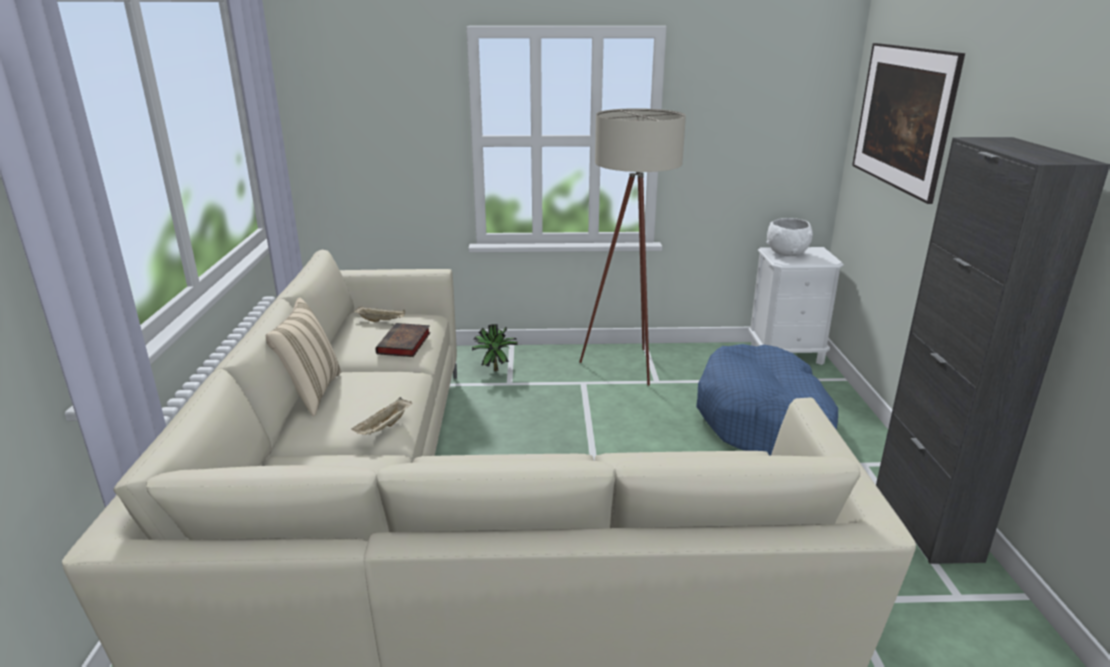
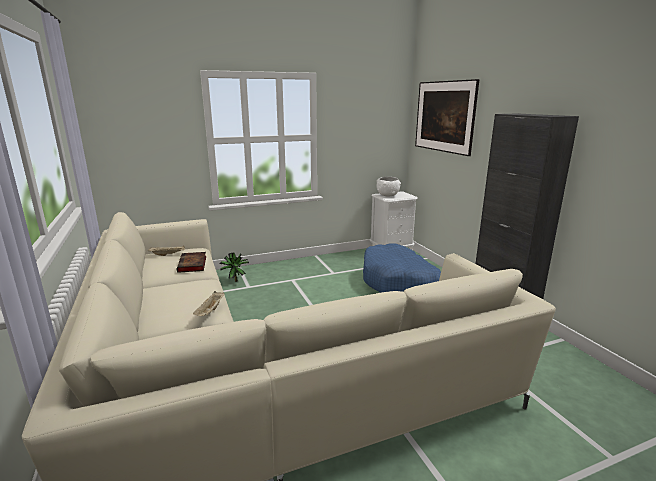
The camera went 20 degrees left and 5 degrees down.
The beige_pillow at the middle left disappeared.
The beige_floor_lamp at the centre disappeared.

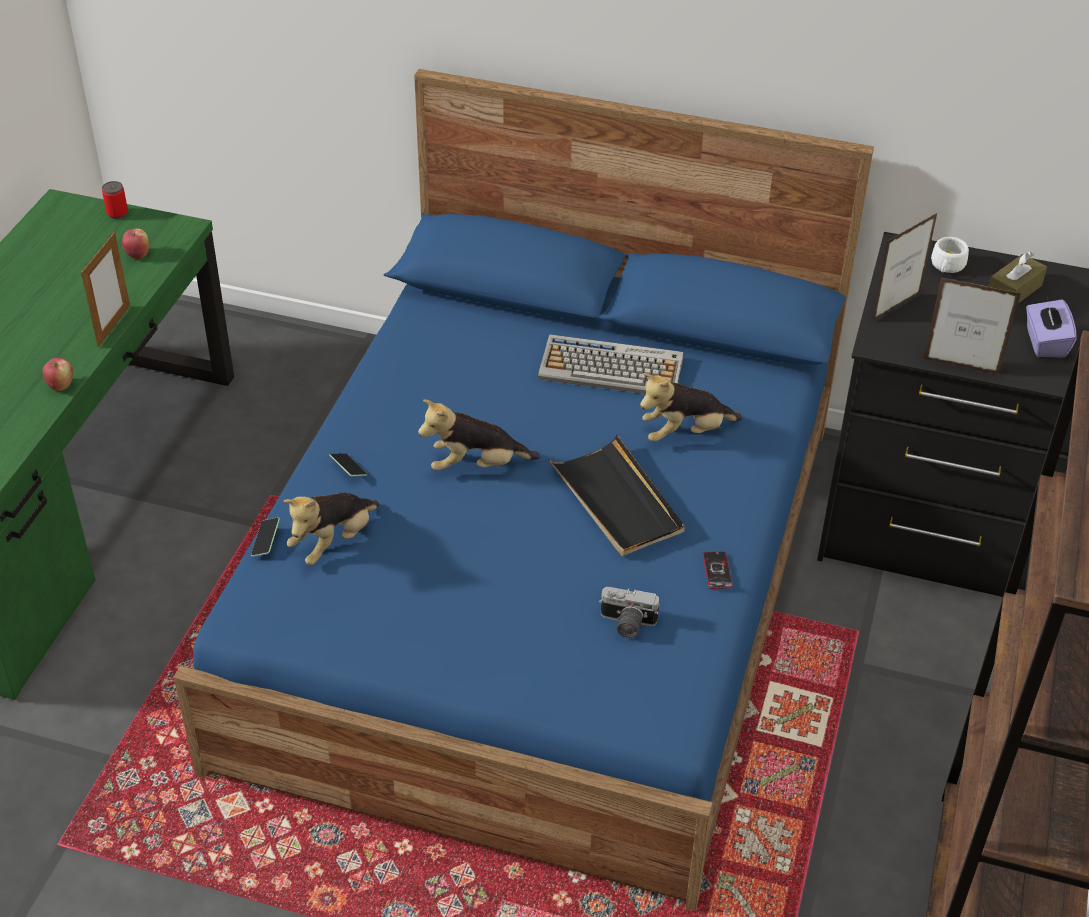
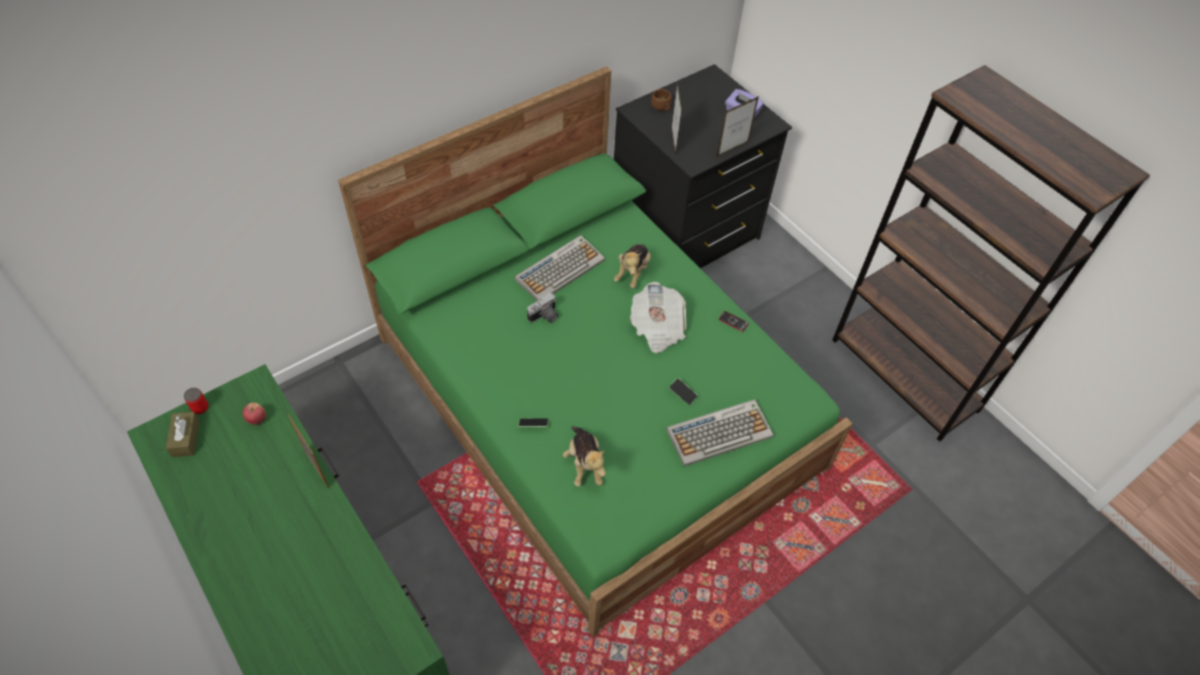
The camera went 55 degrees left and 10 degrees up.
The apple (1st from left) at the middle left disappeared.
The plush_toy (2nd from left) at the centre disappeared.
The keyboard (2nd from left) at the centre appeared.
The phone (1st from left in the first image) moved from the middle left to the centre.
The photo_camera moved from the bottom centre to the centre.
The brown_tissue_box moved from the top right to the middle left.
The black_tray at the centre was replaced by the newspaper at the centre.
The blue_bed at the centre became the green_bed at the centre.
The white_cup at the top right became the brown_cup at the top centre.

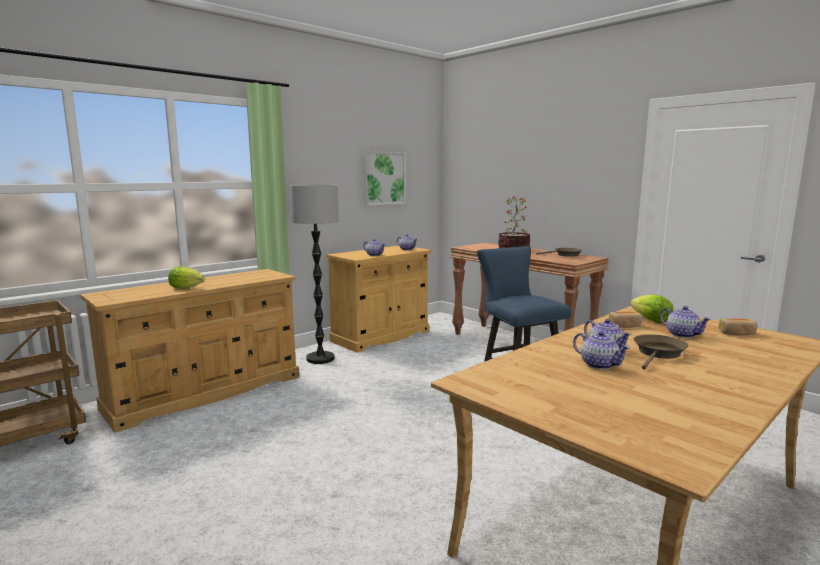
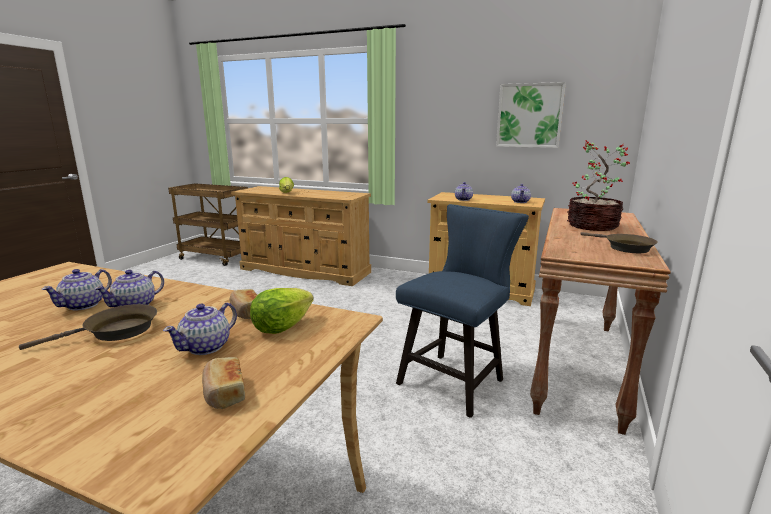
The camera went 65 degrees right and 5 degrees up.
The floor_lamp at the centre disappeared.
The brown_frying_pan (2nd from left in the first image) at the middle right turned 45 degrees counterclockwise.

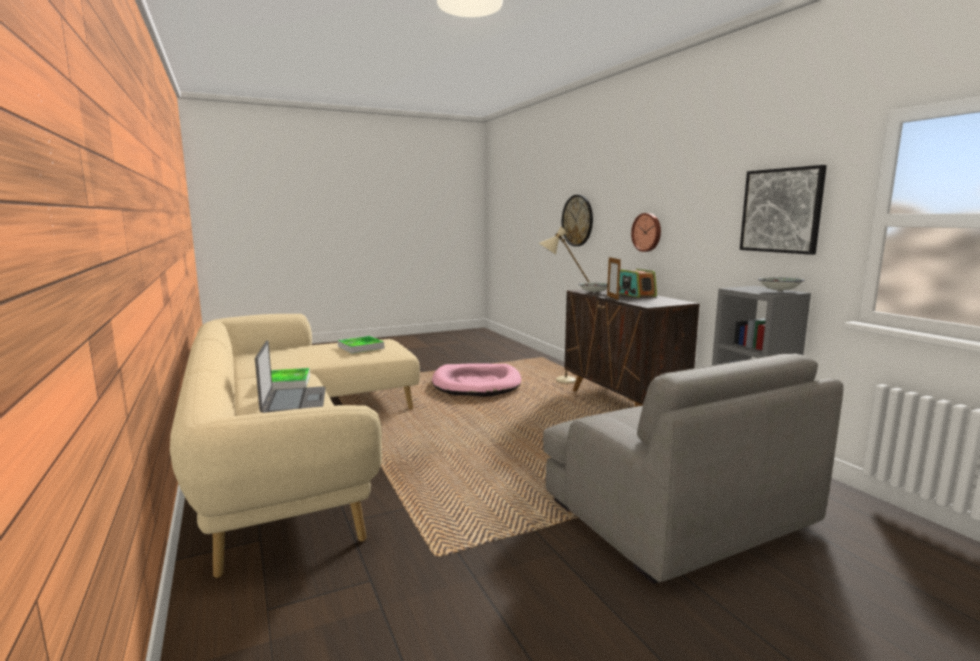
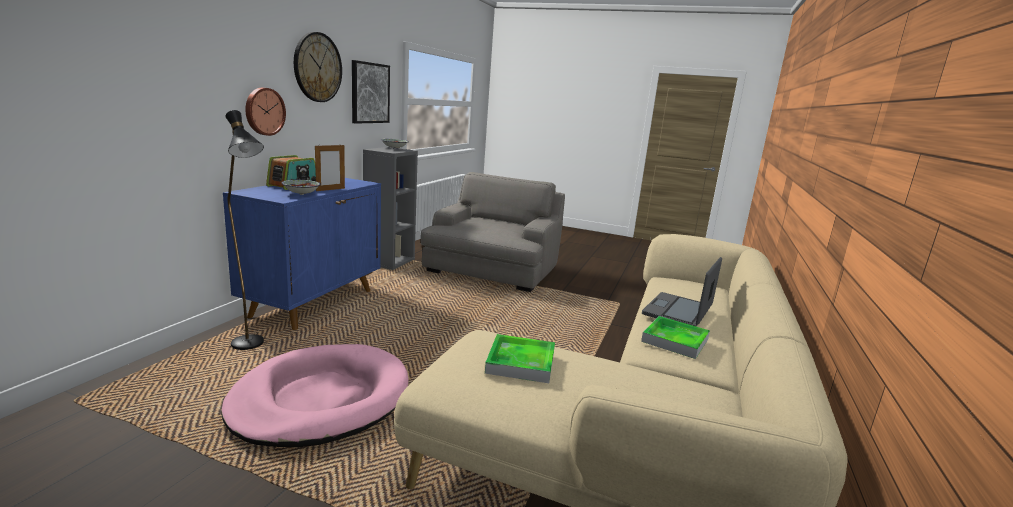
The camera went 135 degrees left and 5 degrees up.
The wall_clock (1st from left in the first image) moved from the top centre to the top left.
The beige_floor_lamp at the centre became the black_floor_lamp at the middle left.
The brown_cabinet at the centre became the blue_cabinet at the middle left.

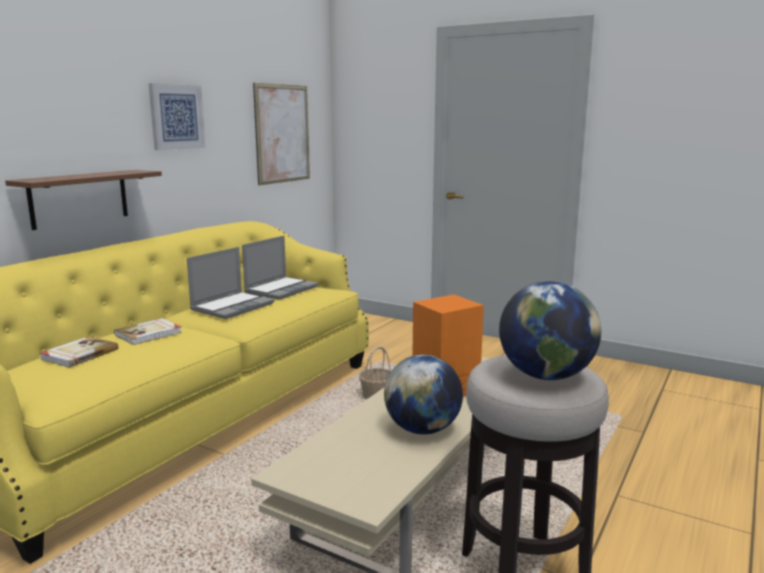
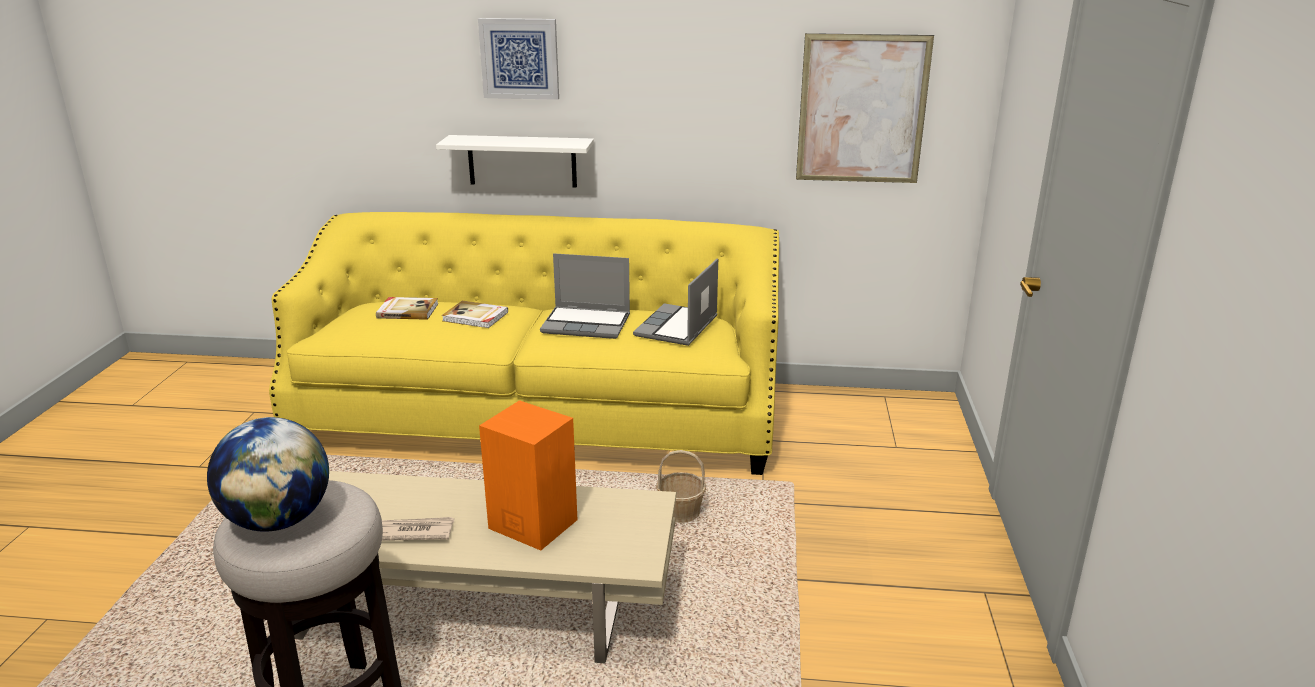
The camera went 65 degrees right and 10 degrees up.
The picture (1st from left) moved from the top left to the top centre.
The globe (1st from left) at the bottom centre was replaced by the newspaper at the bottom left.
The brown_shelf at the middle left became the white_shelf at the top centre.
The laptop (2nd from left) at the centre turned 105 degrees clockwise.

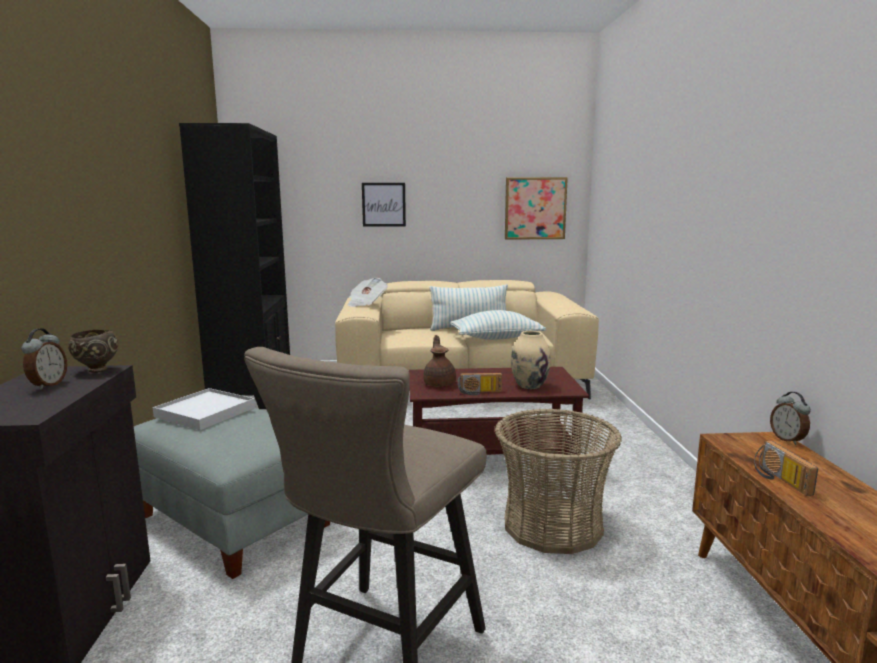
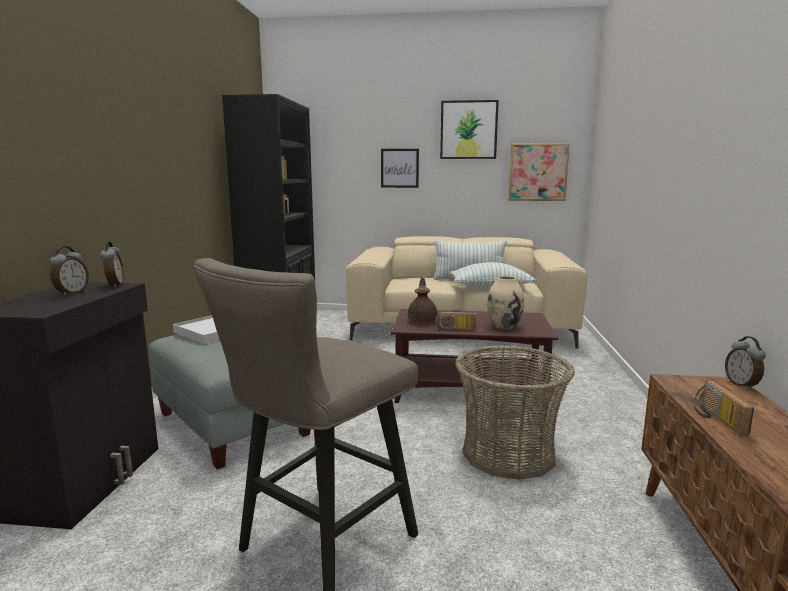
The camera went 10 degrees right and 0 degrees up.
The newspaper at the centre disappeared.
The picture (2nd from left) at the top centre appeared.
The brown_bowl at the middle left was replaced by the alarm_clock (2nd from left) at the middle left.

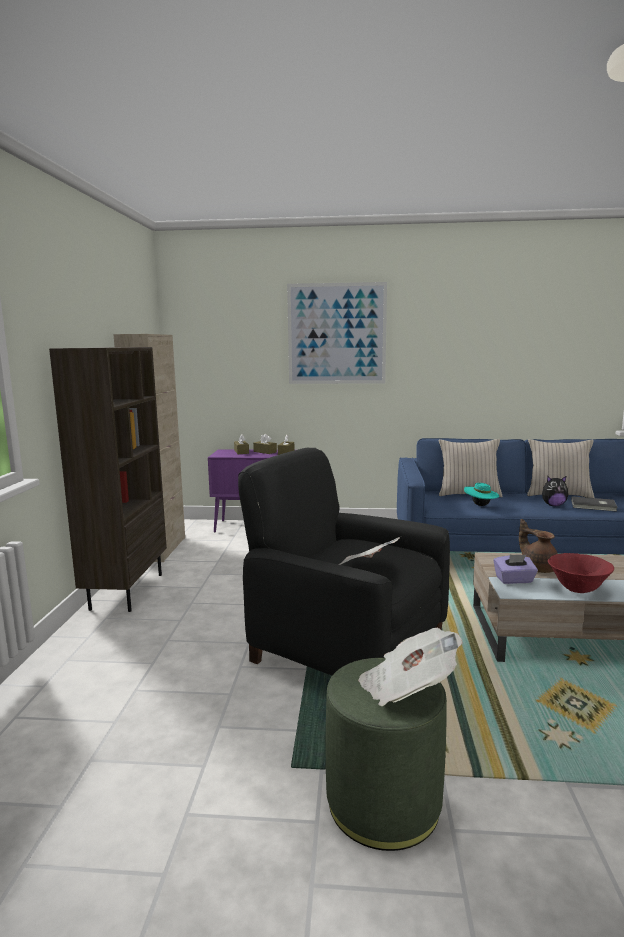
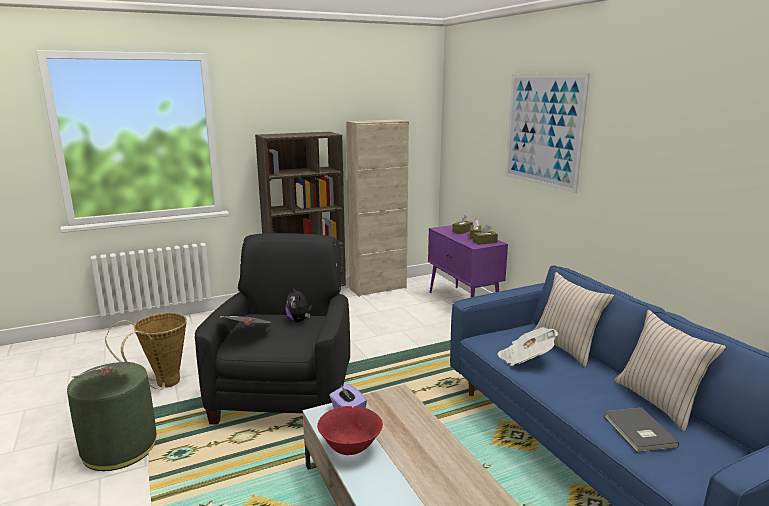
The camera went 60 degrees right and 5 degrees up.
The brown_teapot at the middle right disappeared.
The basket at the bottom left appeared.
The plush_toy moved from the middle right to the centre.
The turquoise_hat at the middle right was replaced by the newspaper (3rd from left) at the bottom right.

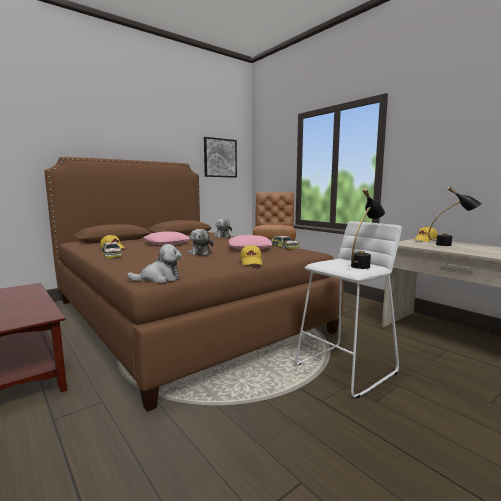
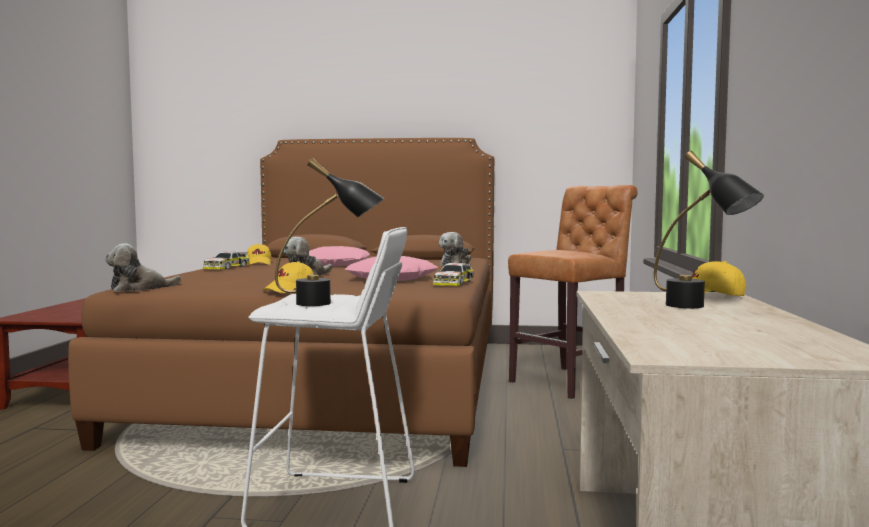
The camera went 45 degrees right and 5 degrees down.
The picture at the top centre disappeared.
The plush_toy (1st from left) at the middle left turned 120 degrees clockwise.

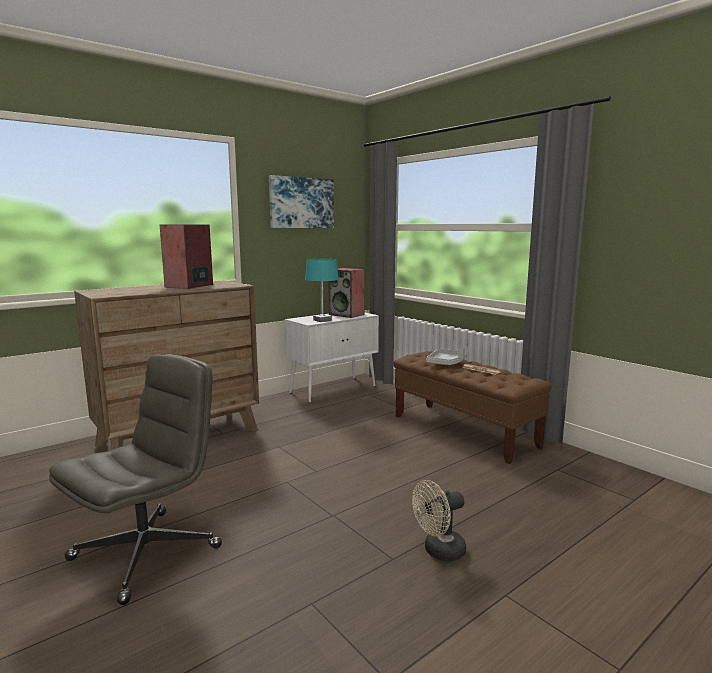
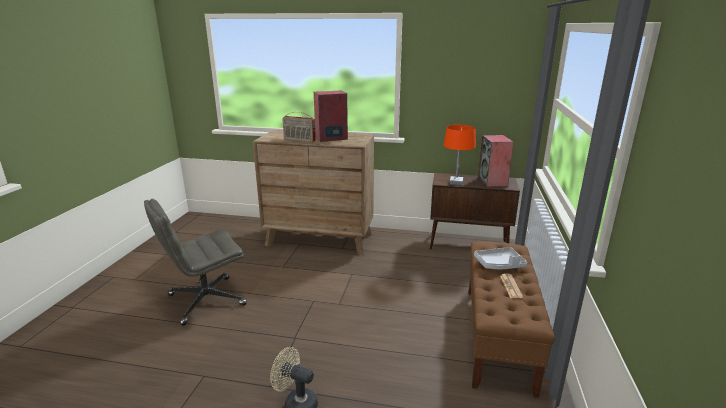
The camera went 50 degrees right and 10 degrees up.
The picture at the top centre disappeared.
The radio at the top centre appeared.
The white_cabinet at the centre became the brown_cabinet at the centre.
The turquoise_table_lamp at the centre became the orange_table_lamp at the centre.
The grey_office_chair at the bottom left turned 150 degrees clockwise.

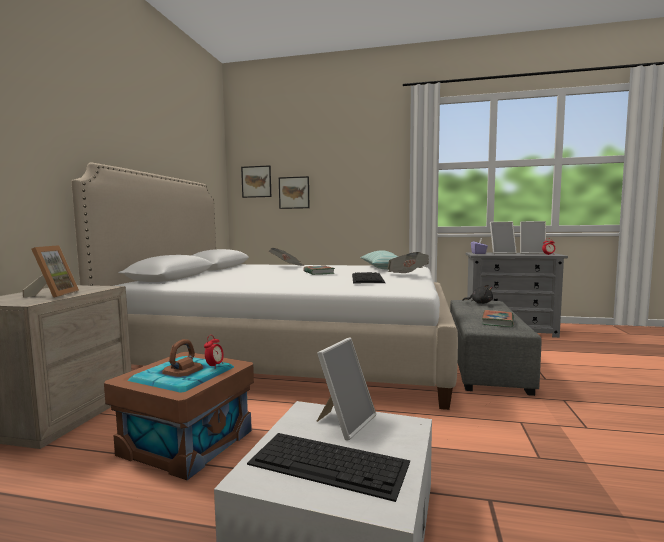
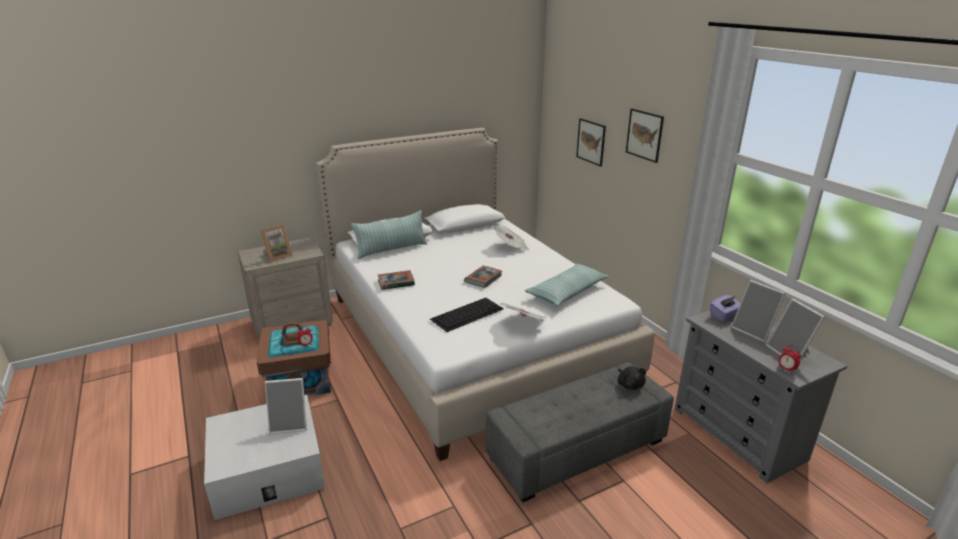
The camera went 50 degrees right and 20 degrees up.
The keyboard (1st from left) at the bottom centre disappeared.
The pillow (1st from left) at the centre appeared.
The picture (1st from left in the first image) moved from the centre to the top right.
The book (2nd from left in the first image) moved from the middle right to the centre.

